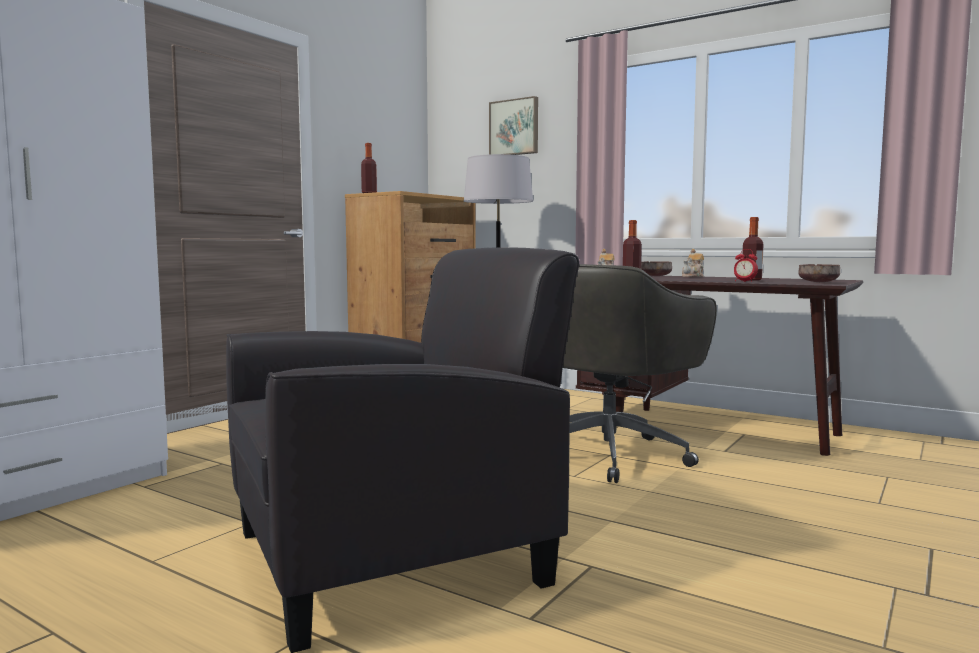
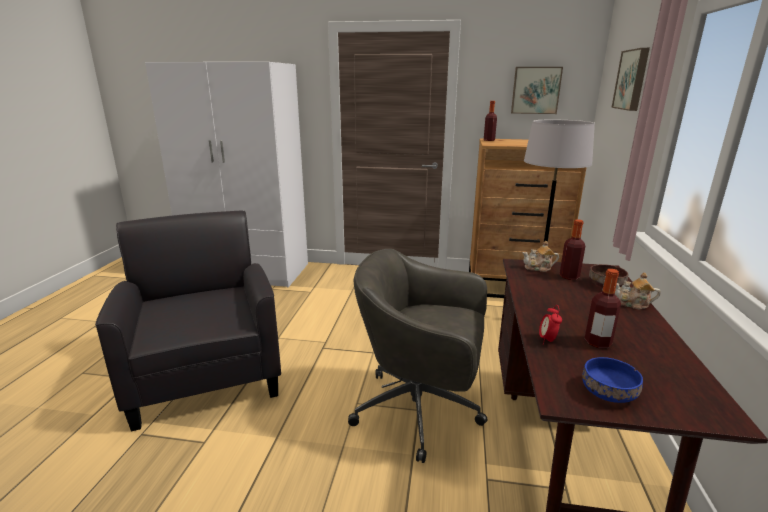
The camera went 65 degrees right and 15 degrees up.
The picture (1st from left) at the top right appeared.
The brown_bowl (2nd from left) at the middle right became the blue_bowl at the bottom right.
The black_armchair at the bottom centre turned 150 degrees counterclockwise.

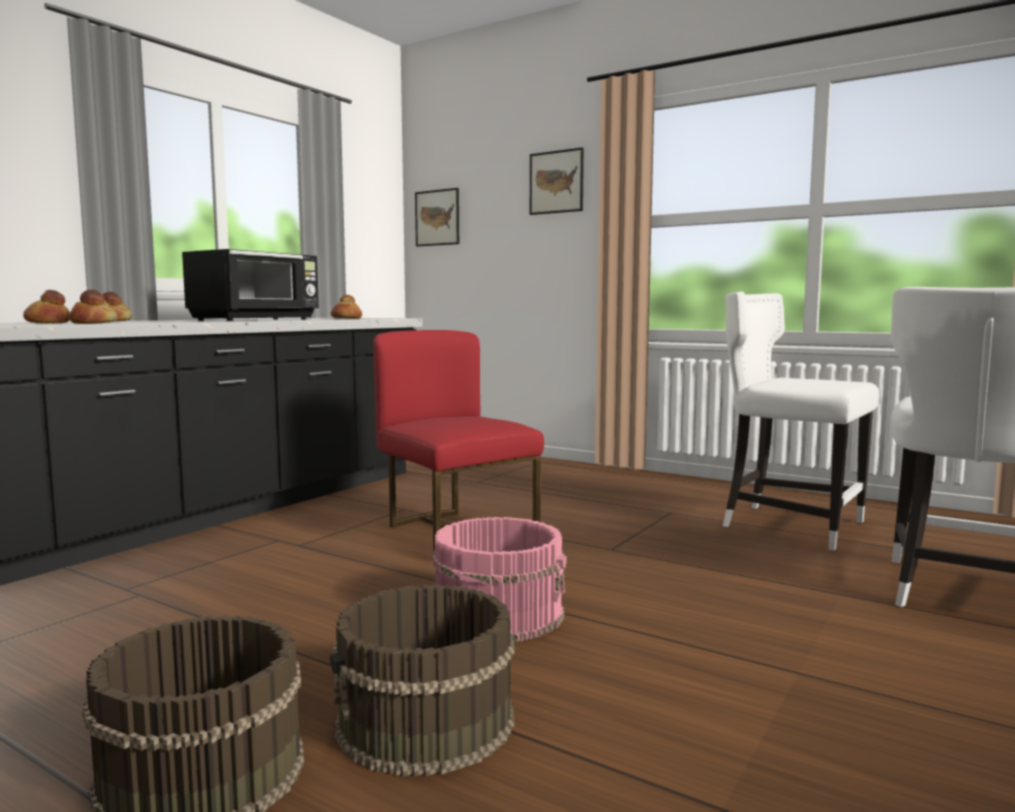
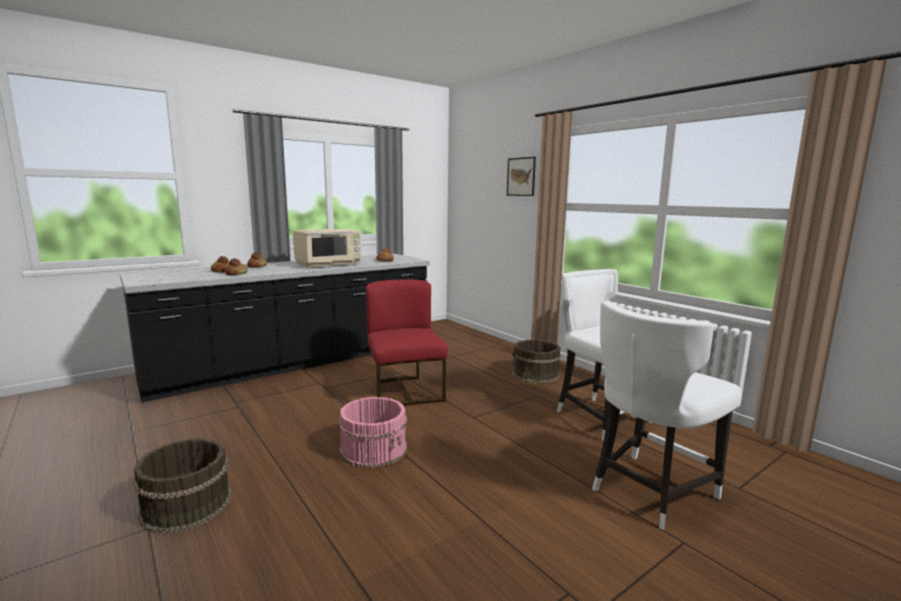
The camera went 20 degrees right and 5 degrees up.
The picture (1st from left) at the top centre disappeared.
The brown_bucket (2nd from left) moved from the bottom centre to the centre.
The black_microwave at the middle left became the beige_microwave at the centre.

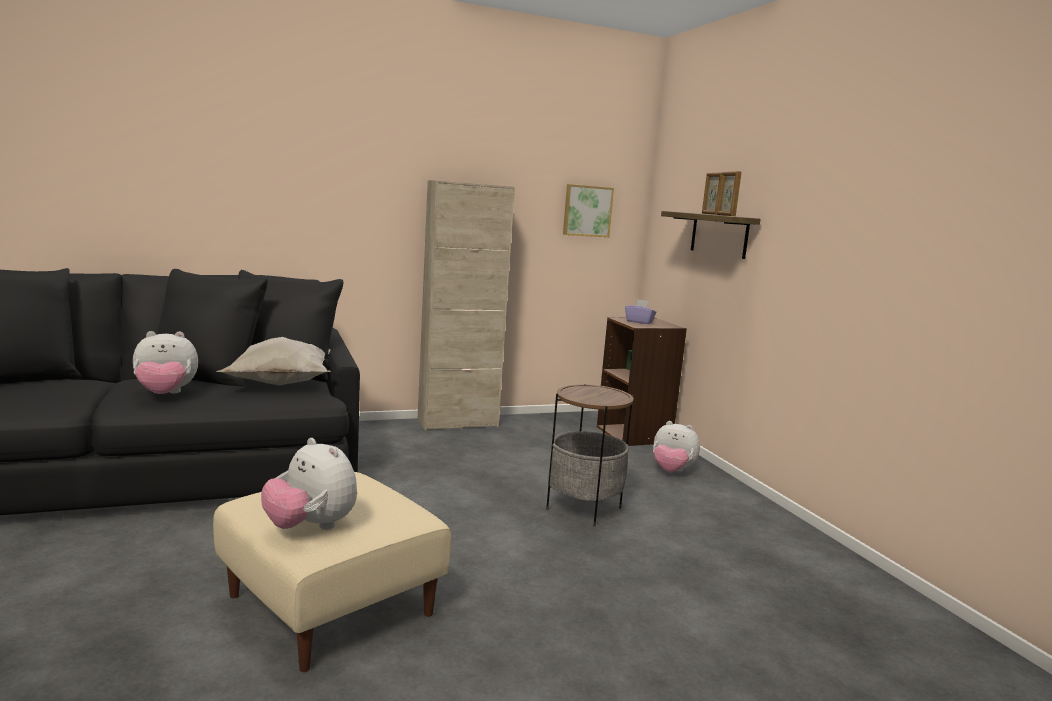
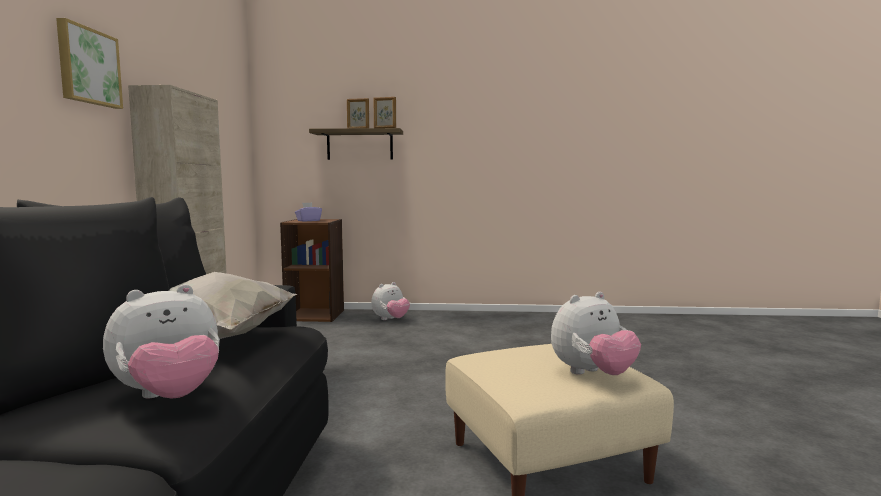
The camera went 65 degrees left and 5 degrees down.
The side_table at the centre disappeared.
The picture moved from the top centre to the top left.
The plush_toy (1st from left) at the middle left turned 45 degrees clockwise.

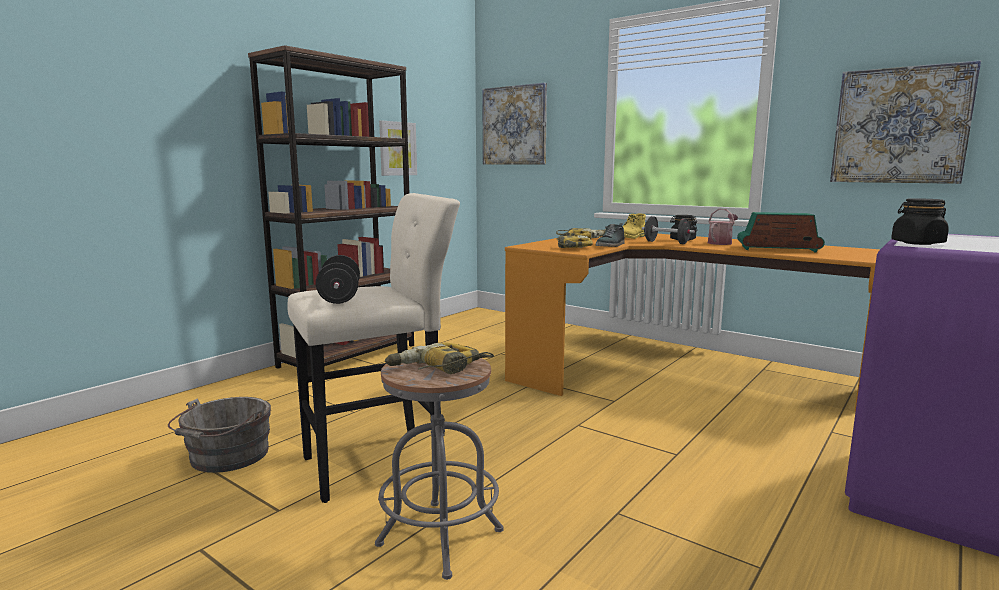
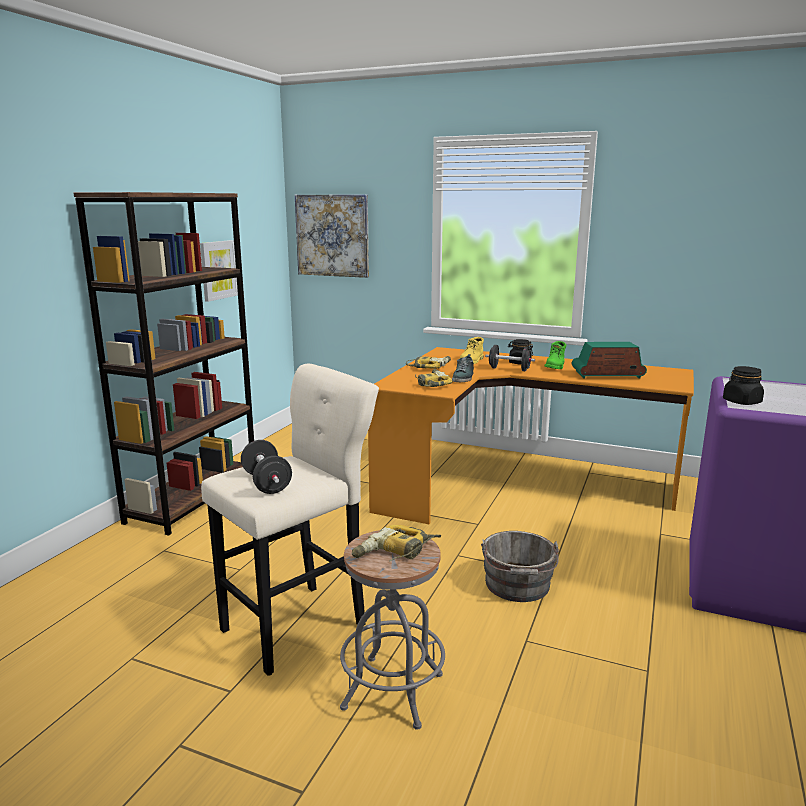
The camera went 15 degrees left and 5 degrees up.
The picture (3rd from left) at the top right disappeared.
The grey_bucket moved from the bottom left to the bottom centre.
The watering_can at the middle right was replaced by the green_boot at the middle right.

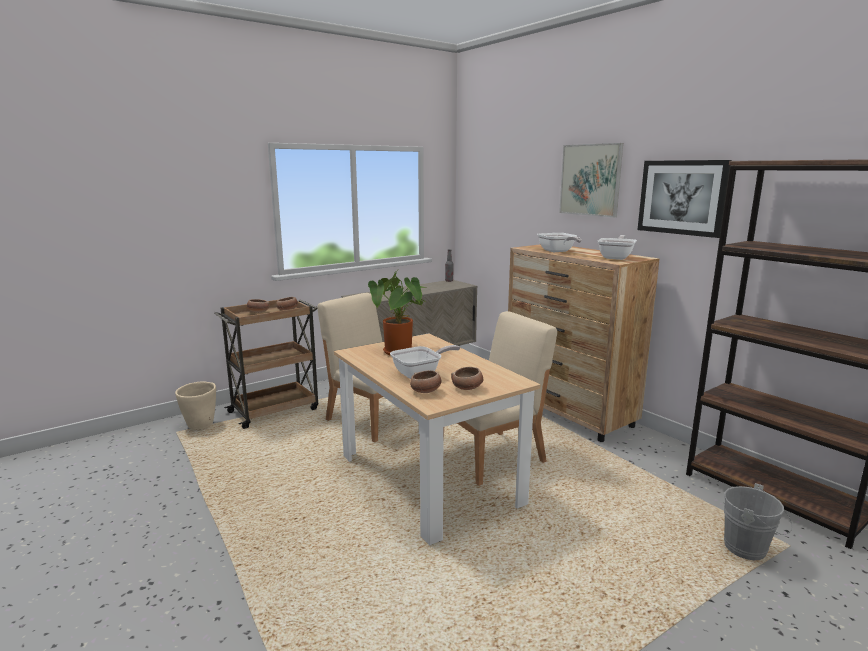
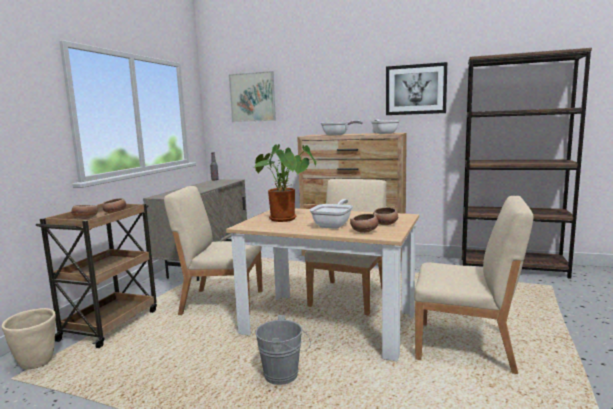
The camera went 35 degrees left and 5 degrees down.
The beige_chair (3rd from left) at the bottom right appeared.
The picture (1st from left) moved from the top right to the top centre.
The grey_bucket moved from the bottom right to the bottom centre.

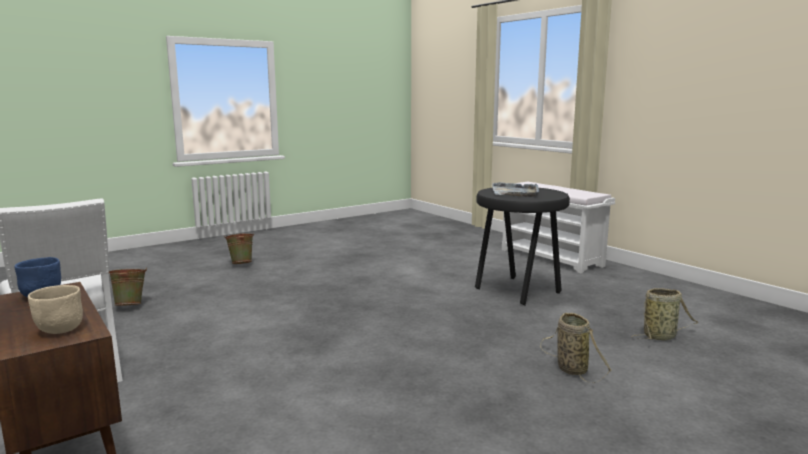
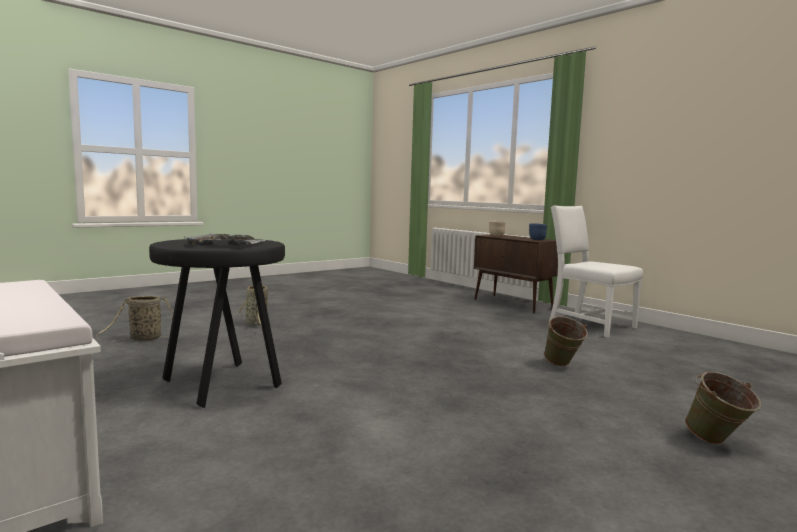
The camera went 175 degrees right and 5 degrees down.
The green_bucket (1st from left) moved from the middle left to the middle right.

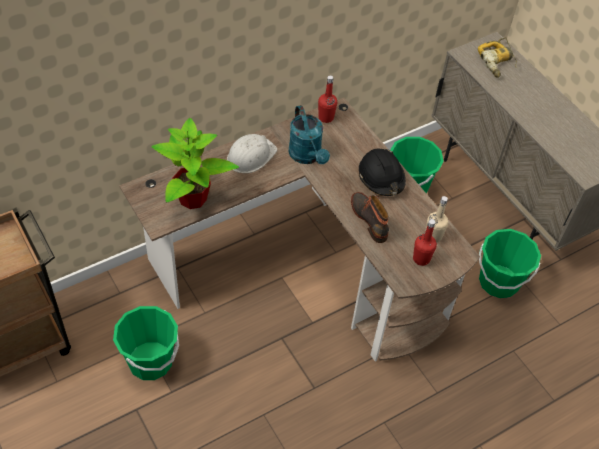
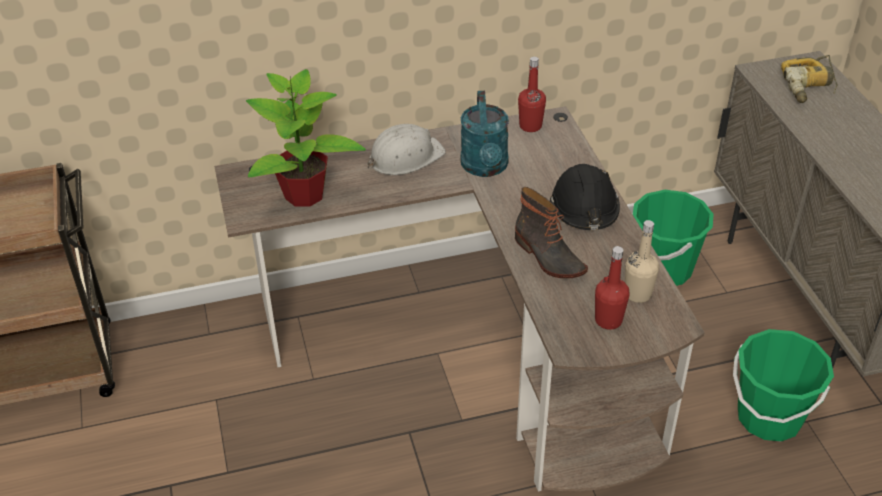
The camera went 20 degrees right and 10 degrees down.
The green_bucket (1st from left) at the bottom left disappeared.
The boot at the centre turned 150 degrees clockwise.

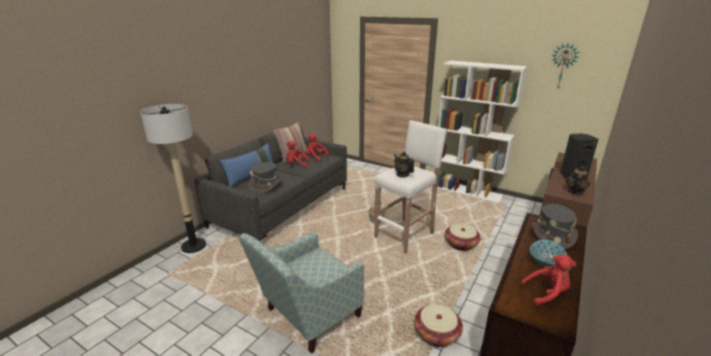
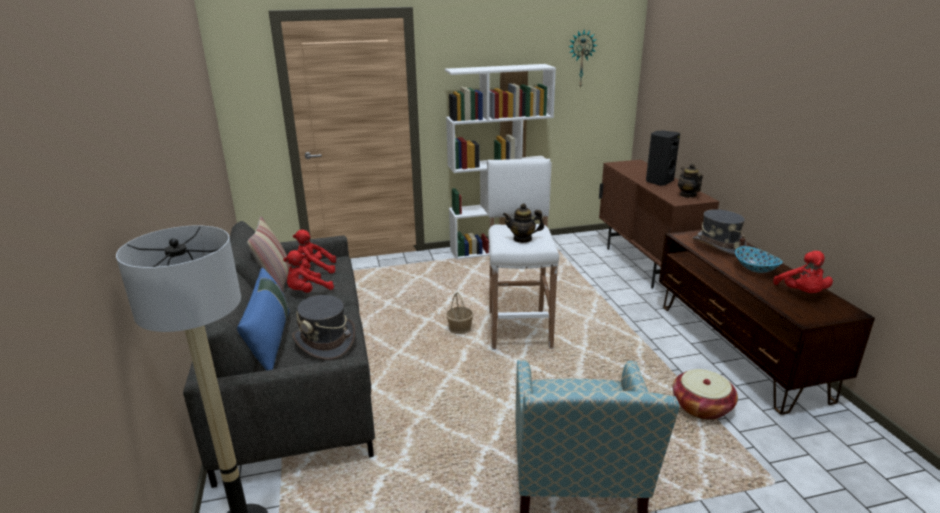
The camera went 45 degrees left and 0 degrees up.
The basket (3rd from left) at the centre disappeared.
The red_plush_toy (3rd from left) at the bottom right turned 135 degrees clockwise.

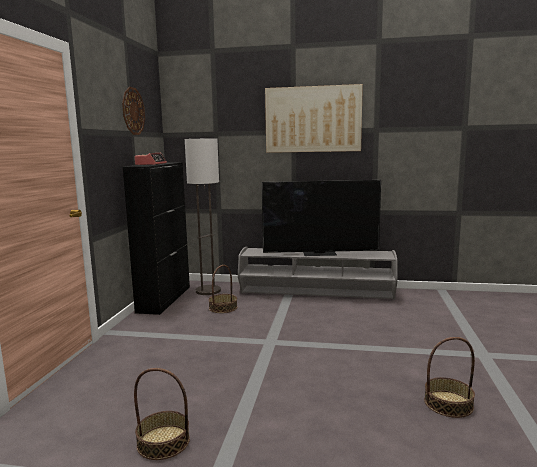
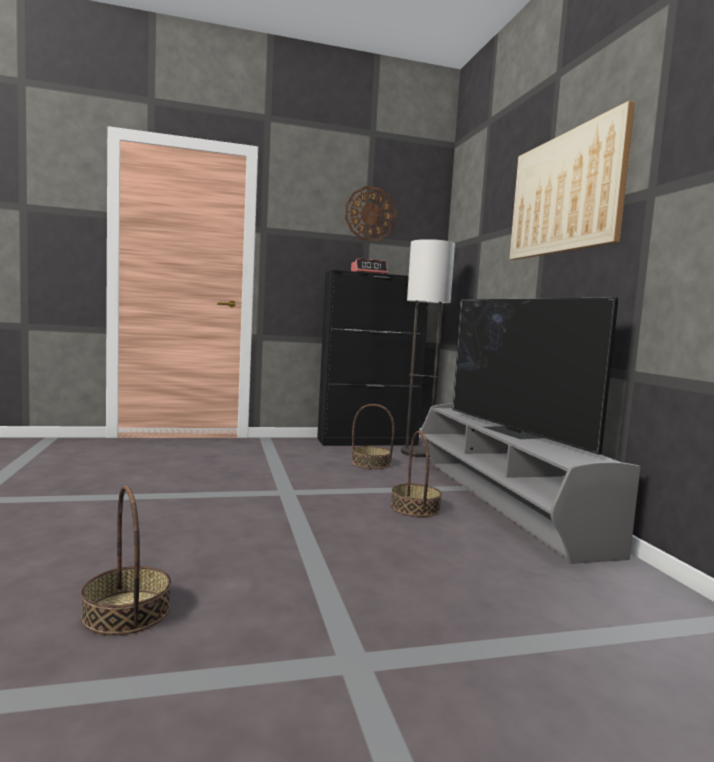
The camera went 65 degrees right and 5 degrees down.
The basket (1st from left in the first image) moved from the bottom left to the centre.

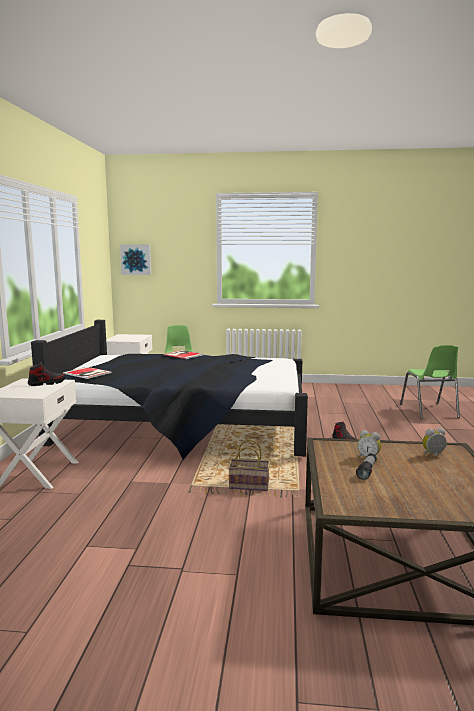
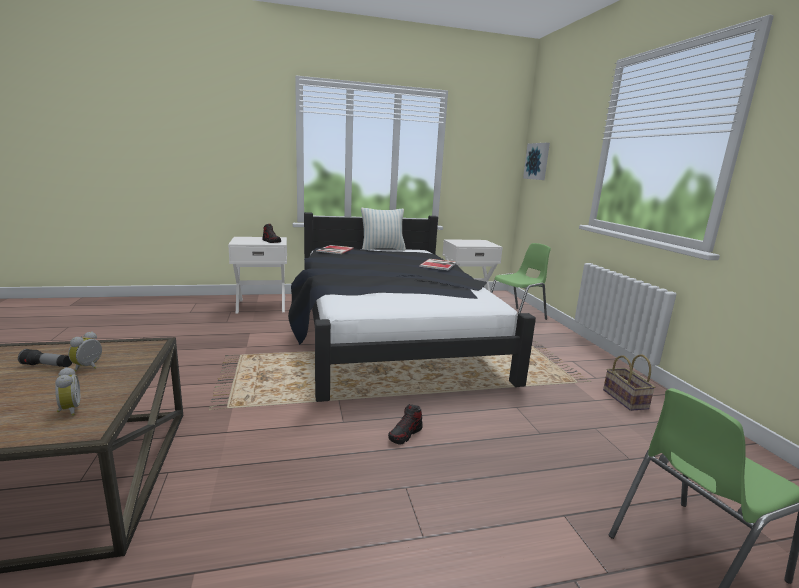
The camera went 70 degrees right and 5 degrees up.
The pillow at the centre appeared.
The basket moved from the centre to the middle right.

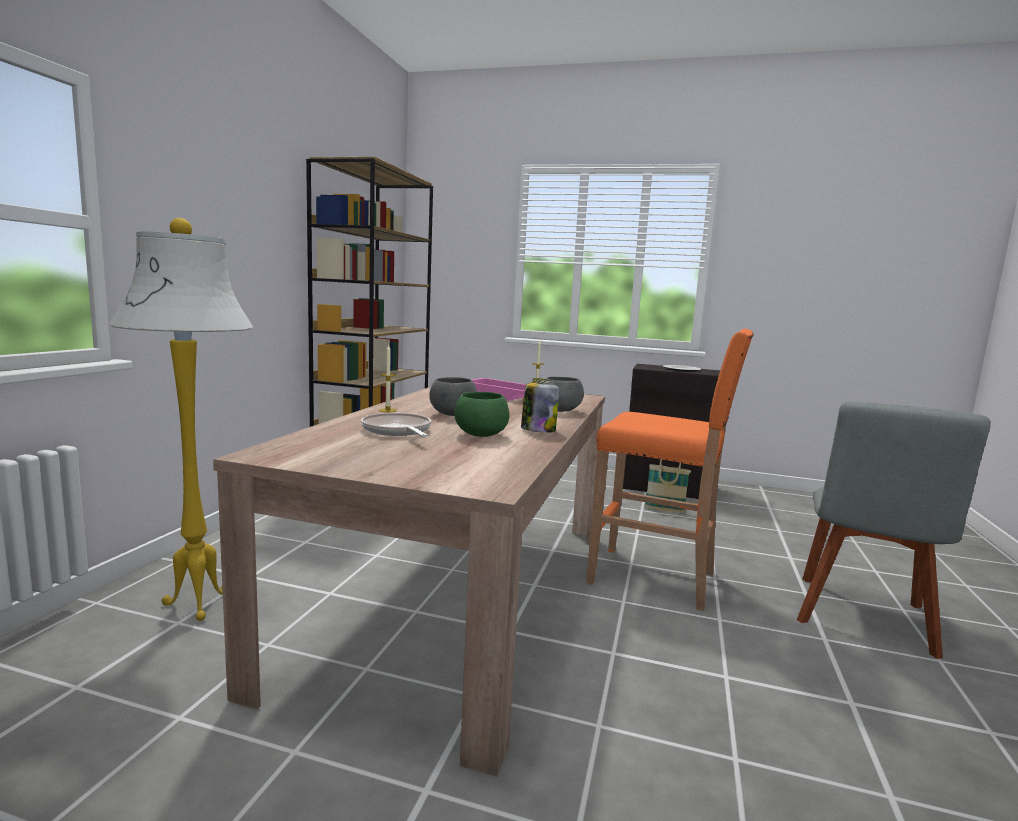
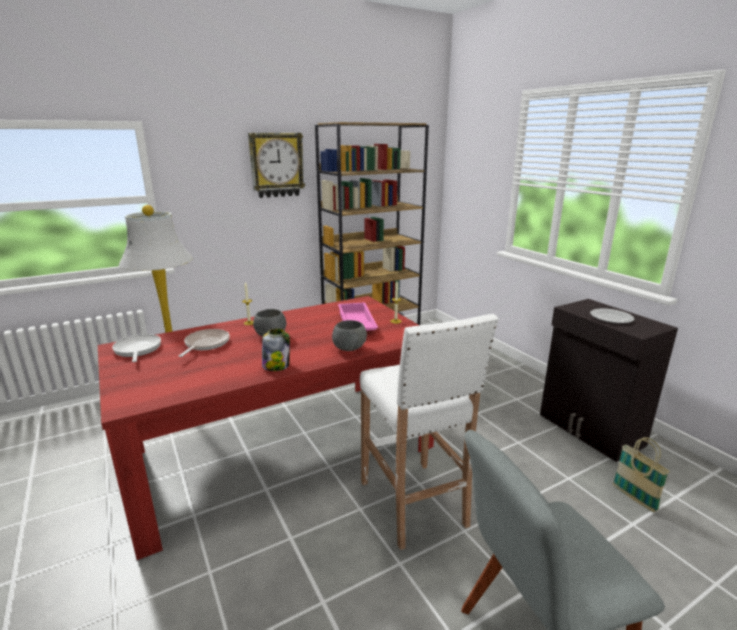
The camera went 45 degrees right and 10 degrees up.
The green_bowl at the centre disappeared.
The frying_pan (1st from left) at the middle left appeared.
The wall_clock at the top centre appeared.
The basket moved from the centre to the bottom right.
The beige_dining_table at the bottom centre became the red_dining_table at the bottom centre.
The orange_stool at the centre became the white_stool at the bottom centre.

